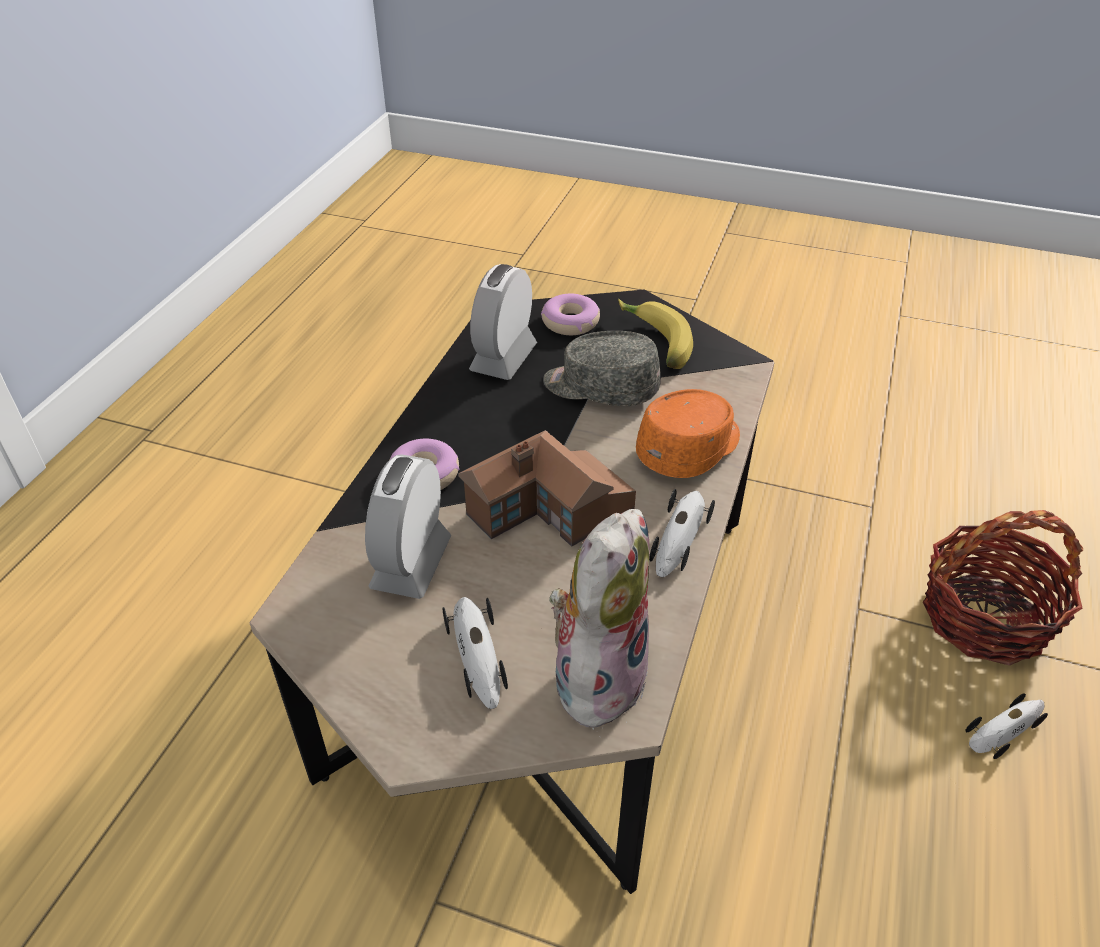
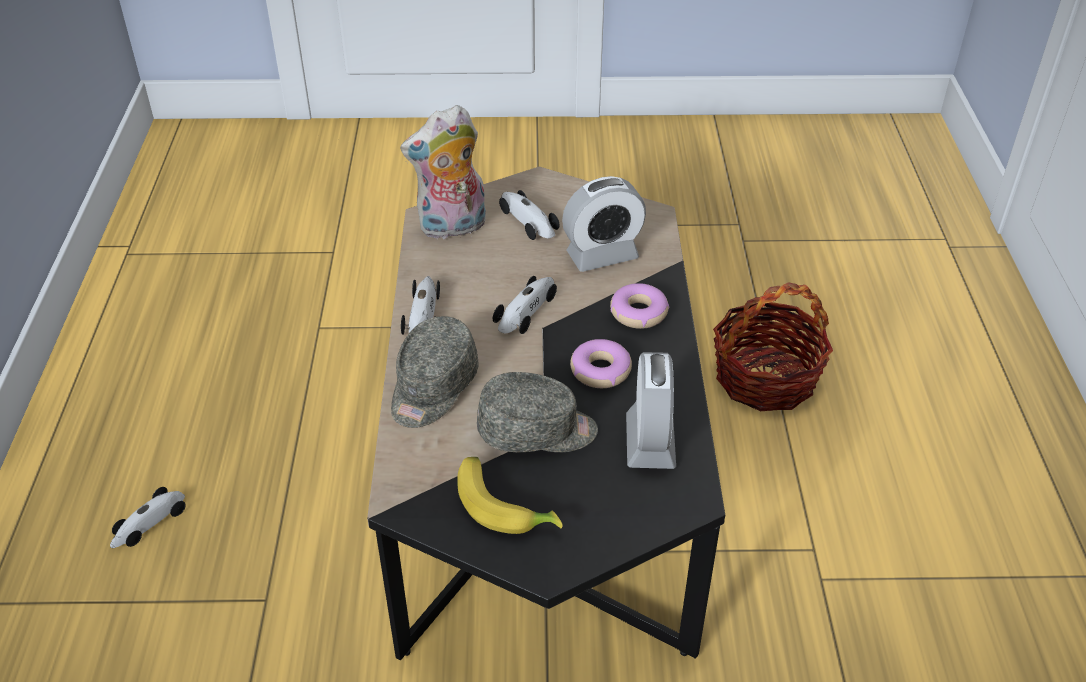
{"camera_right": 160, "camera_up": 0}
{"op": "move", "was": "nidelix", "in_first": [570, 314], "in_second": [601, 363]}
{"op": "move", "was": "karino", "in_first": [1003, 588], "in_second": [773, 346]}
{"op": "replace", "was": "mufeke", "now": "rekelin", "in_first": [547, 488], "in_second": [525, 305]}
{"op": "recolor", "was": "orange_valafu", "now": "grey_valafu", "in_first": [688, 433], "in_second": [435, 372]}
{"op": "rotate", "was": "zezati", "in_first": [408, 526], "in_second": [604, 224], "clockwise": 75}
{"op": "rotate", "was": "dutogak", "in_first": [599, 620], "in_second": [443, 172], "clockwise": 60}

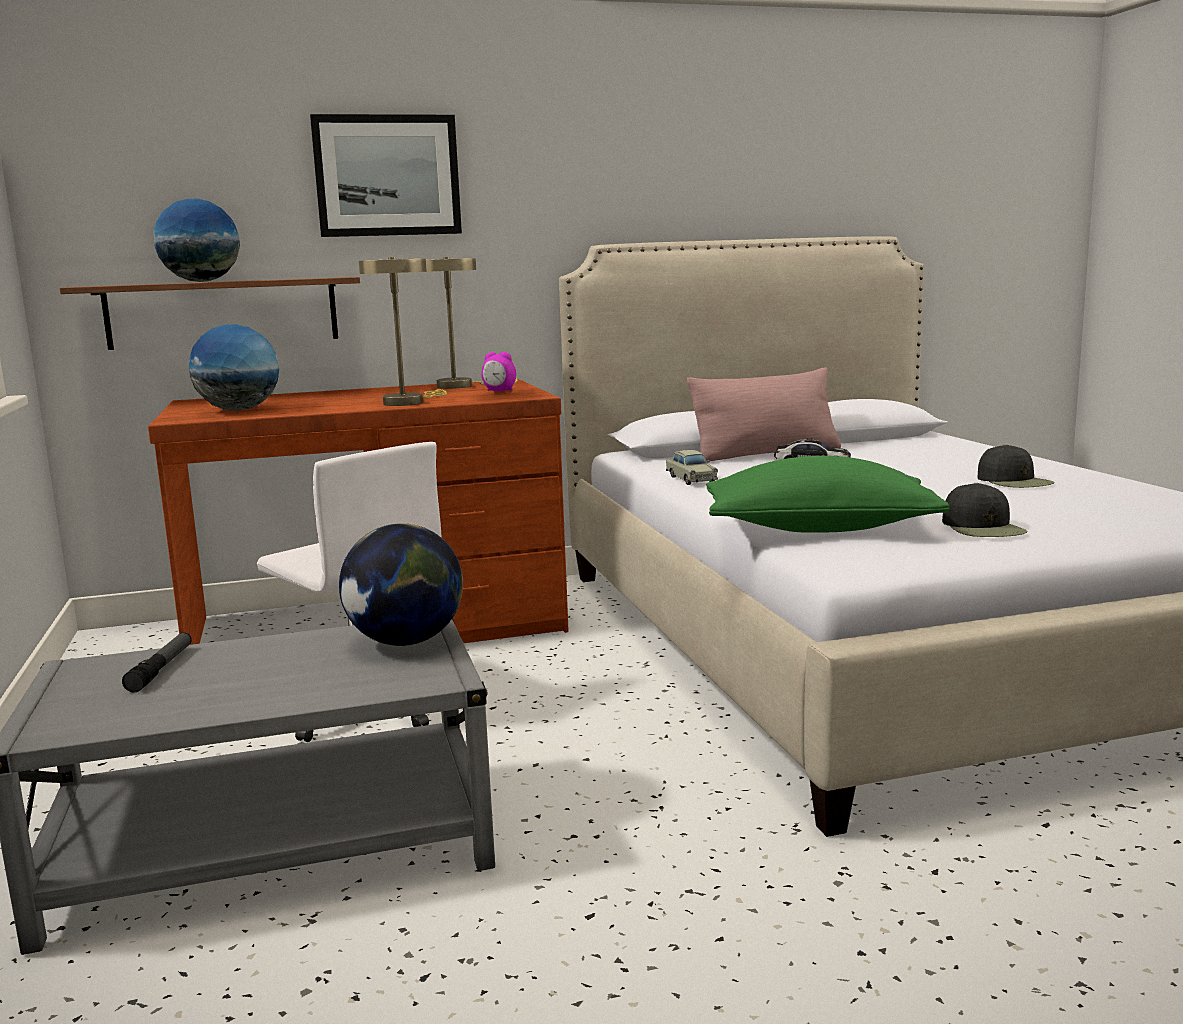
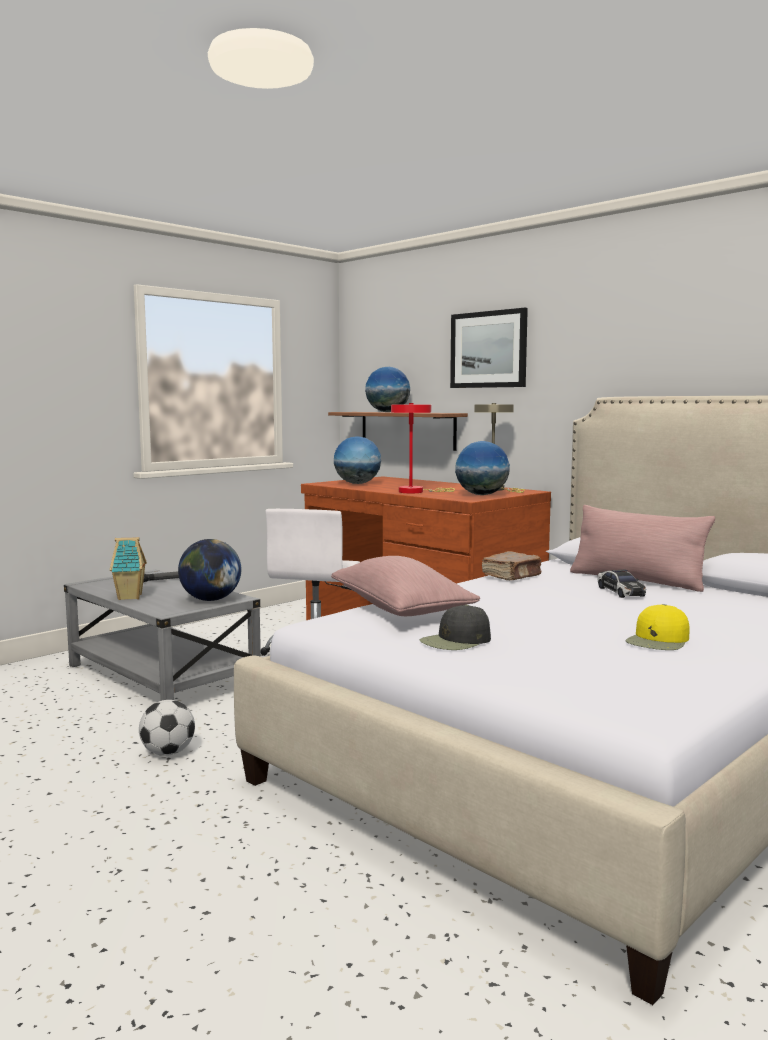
{"camera_right": 60, "camera_up": -5}
{"op": "insert", "now": "mufeke", "in_second": [128, 568]}
{"op": "insert", "now": "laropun", "in_second": [167, 728]}
{"op": "replace", "was": "zezati", "now": "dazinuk", "in_first": [498, 372], "in_second": [482, 468]}
{"op": "replace", "was": "beige_rekelin", "now": "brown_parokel", "in_first": [692, 467], "in_second": [512, 565]}
{"op": "recolor", "was": "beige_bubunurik", "now": "red_bubunurik", "in_first": [403, 331], "in_second": [423, 448]}
{"op": "recolor", "was": "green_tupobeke", "now": "pink_tupobeke", "in_first": [827, 494], "in_second": [405, 586]}
{"op": "recolor", "was": "black_valafu", "now": "yellow_valafu", "in_first": [1016, 466], "in_second": [658, 627]}

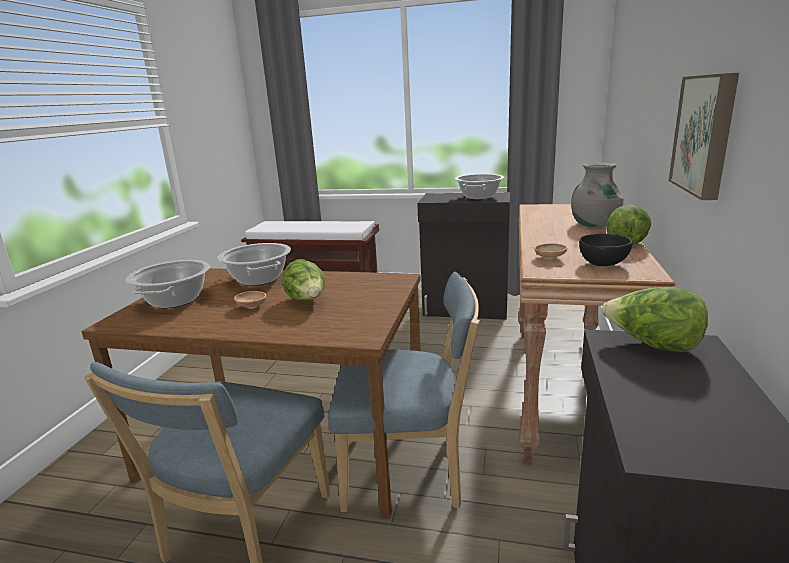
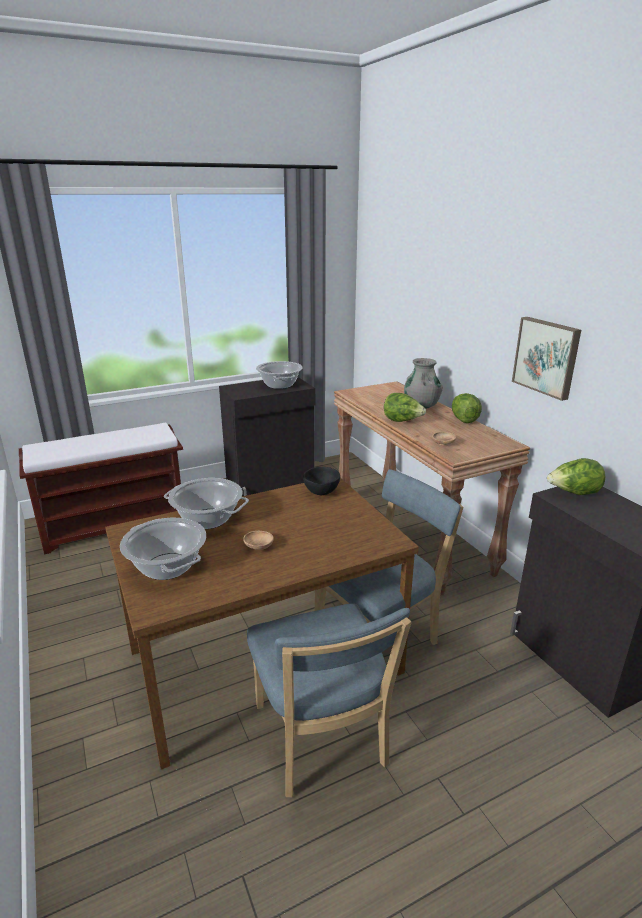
{"camera_right": -40, "camera_up": 5}
{"op": "move", "was": "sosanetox", "in_first": [303, 280], "in_second": [405, 407]}
{"op": "move", "was": "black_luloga", "in_first": [605, 249], "in_second": [321, 481]}

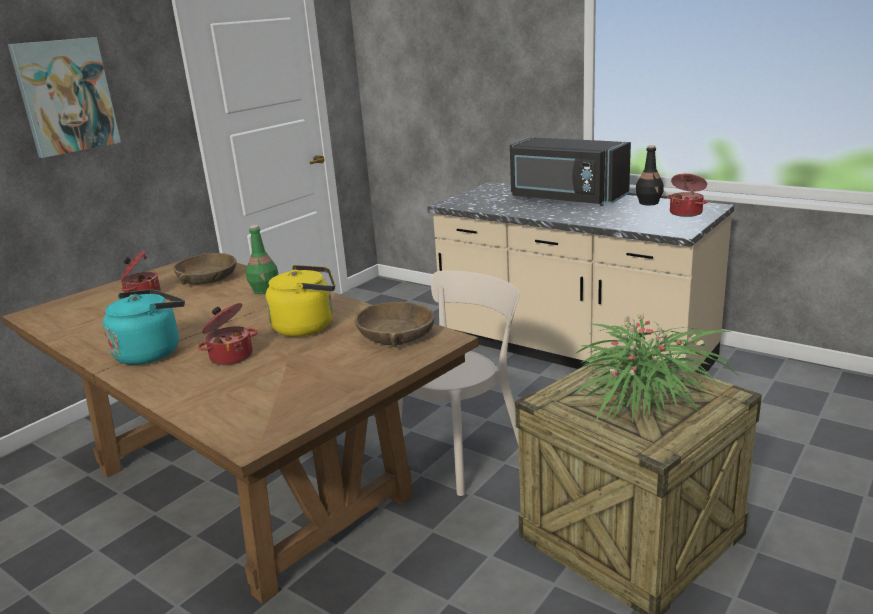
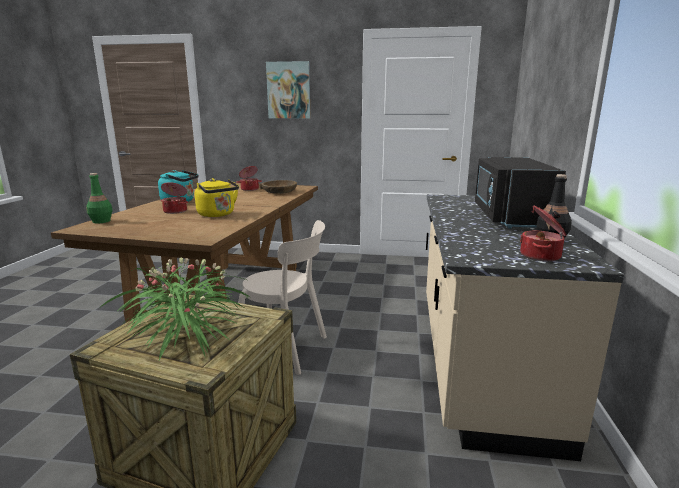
{"camera_right": 60, "camera_up": -5}
{"op": "delete", "was": "brown_luloga", "in_first": [395, 324]}
{"op": "move", "was": "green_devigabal", "in_first": [262, 259], "in_second": [99, 198]}

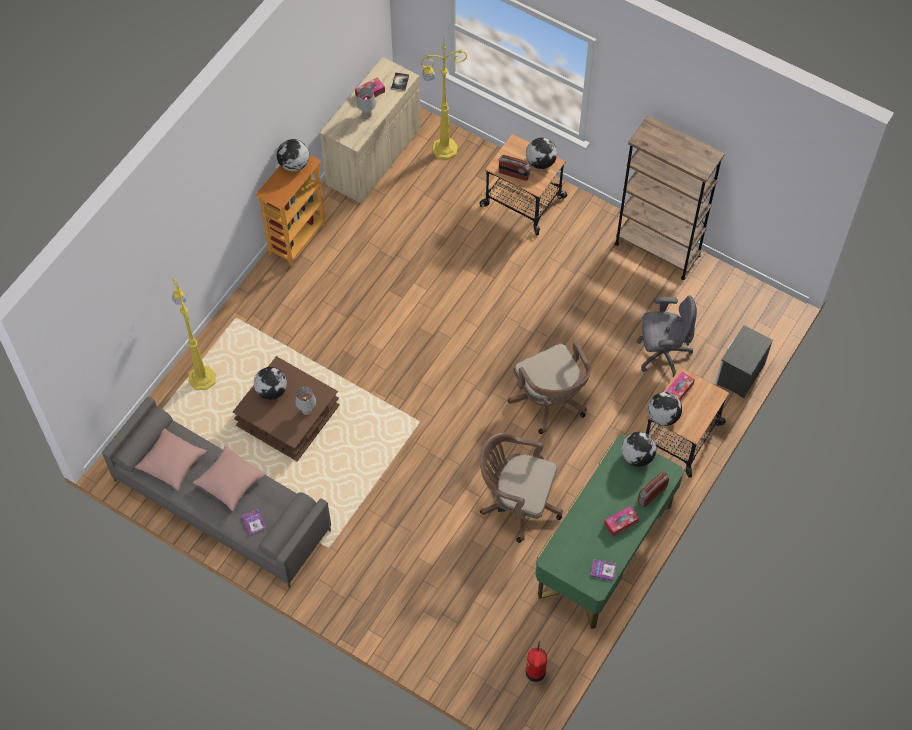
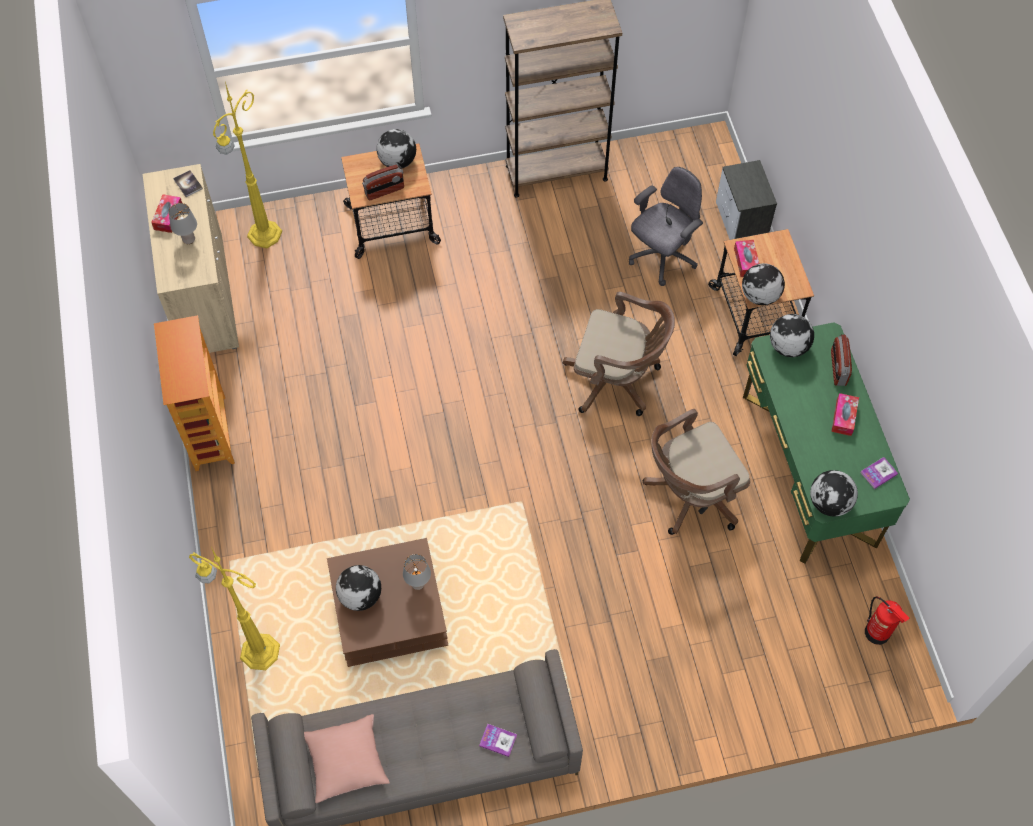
{"camera_right": -45, "camera_up": 0}
{"op": "delete", "was": "pink_tupobeke", "in_first": [229, 478]}
{"op": "move", "was": "dazinuk", "in_first": [293, 155], "in_second": [834, 493]}

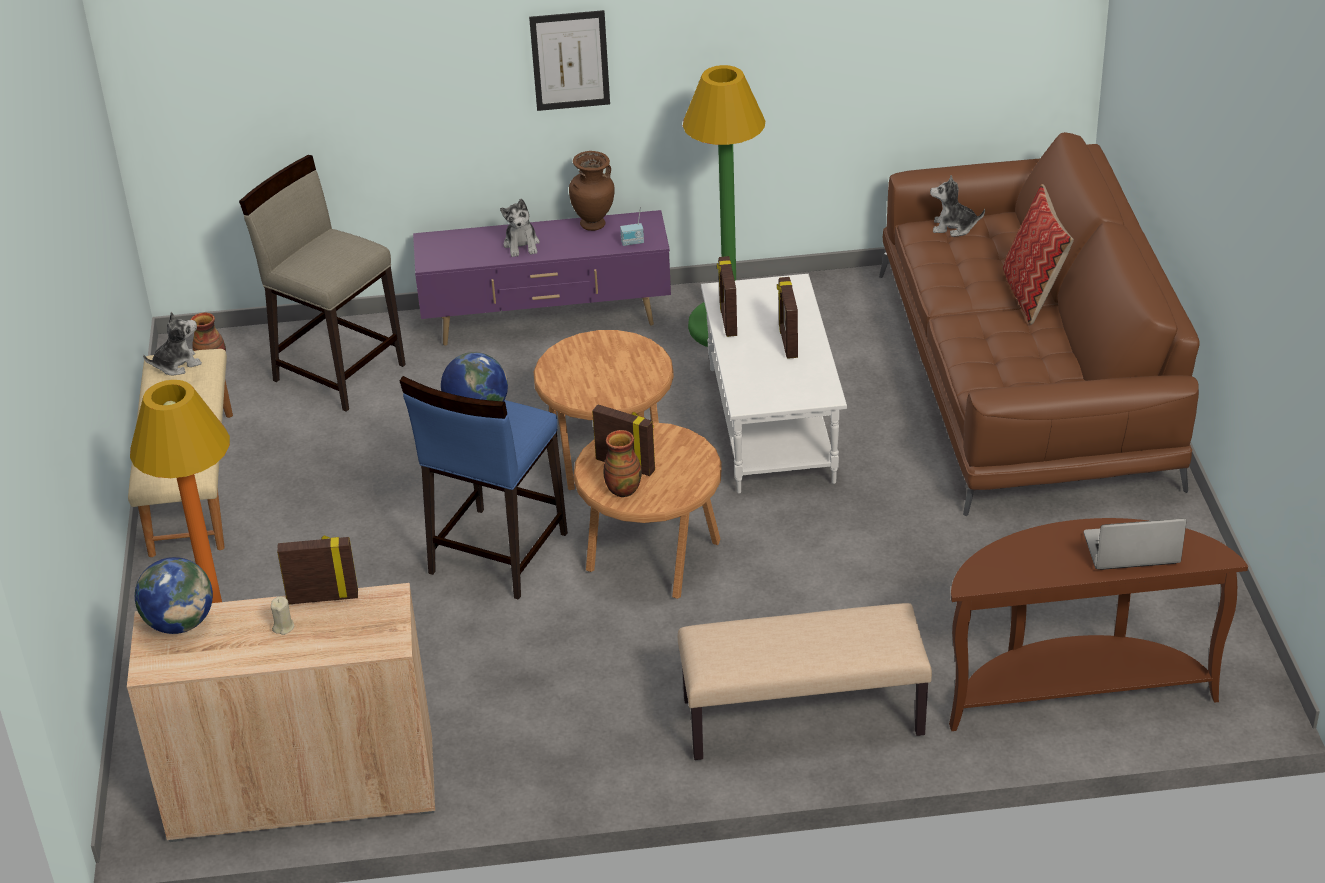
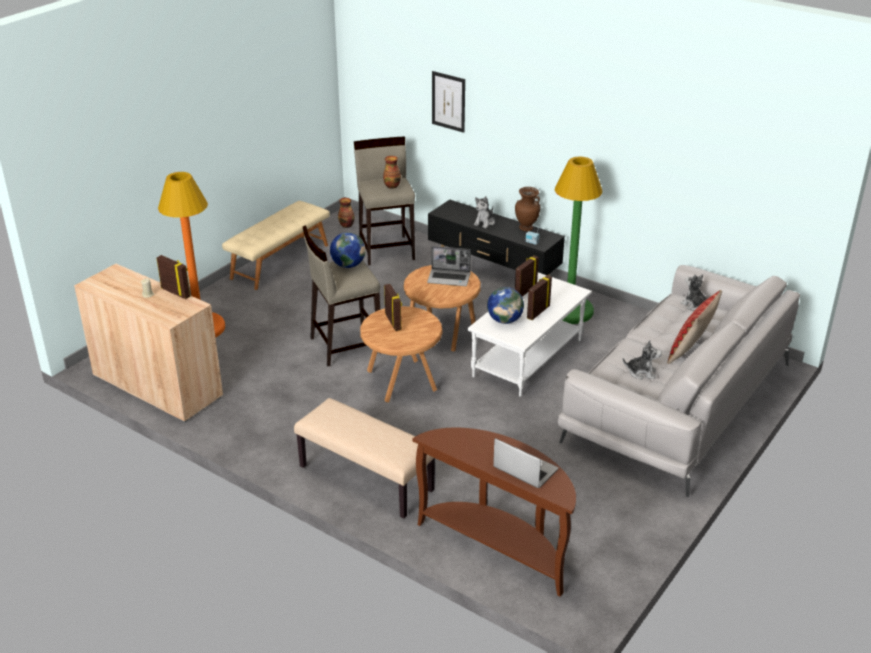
{"camera_right": 40, "camera_up": -5}
{"op": "insert", "now": "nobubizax", "in_second": [449, 266]}
{"op": "move", "was": "dazinuk", "in_first": [174, 595], "in_second": [505, 305]}
{"op": "move", "was": "dutogak", "in_first": [172, 343], "in_second": [642, 360]}
{"op": "move", "was": "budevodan", "in_first": [569, 60], "in_second": [448, 102]}
{"op": "move", "was": "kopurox", "in_first": [623, 463], "in_second": [392, 172]}
{"op": "recolor", "was": "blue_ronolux", "now": "beige_ronolux", "in_first": [484, 488], "in_second": [342, 296]}
{"op": "recolor", "was": "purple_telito", "now": "black_telito", "in_first": [542, 278], "in_second": [496, 238]}
{"op": "recolor", "was": "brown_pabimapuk", "now": "grey_pabimapuk", "in_first": [1039, 324], "in_second": [679, 381]}

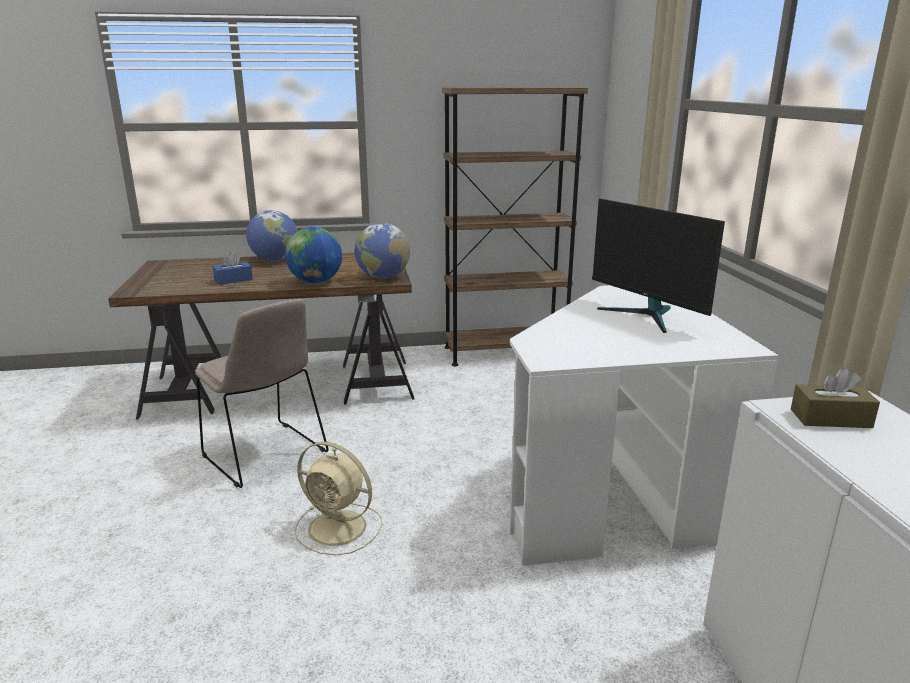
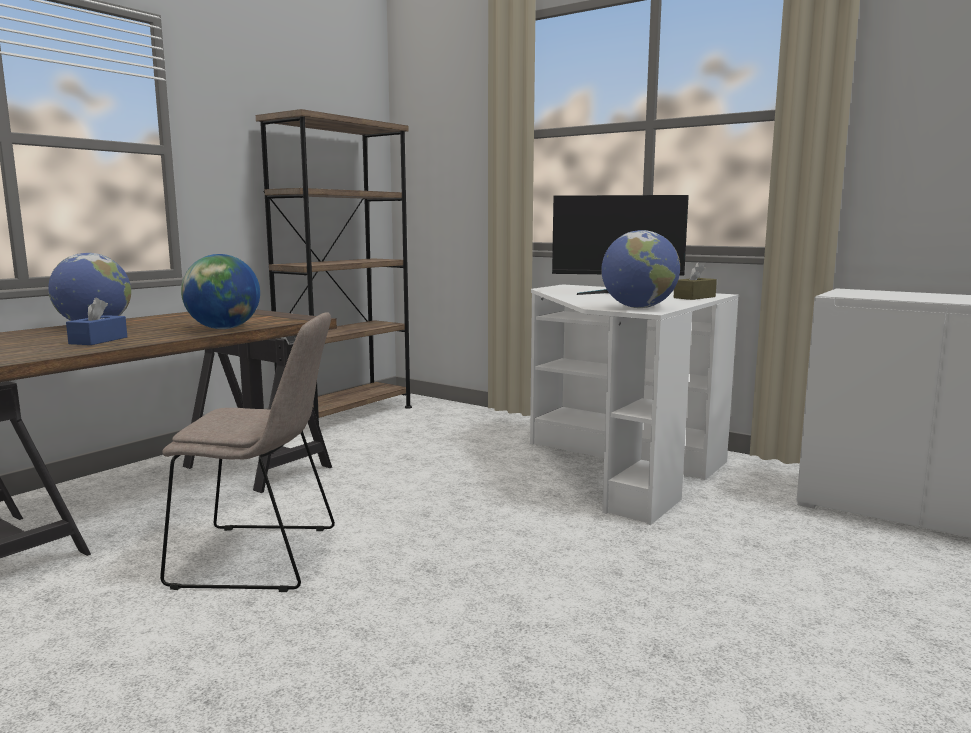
{"camera_right": -45, "camera_up": -10}
{"op": "delete", "was": "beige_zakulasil", "in_first": [338, 498]}
{"op": "move", "was": "dazinuk", "in_first": [382, 251], "in_second": [640, 269]}
{"op": "move", "was": "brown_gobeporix", "in_first": [835, 398], "in_second": [695, 281]}

